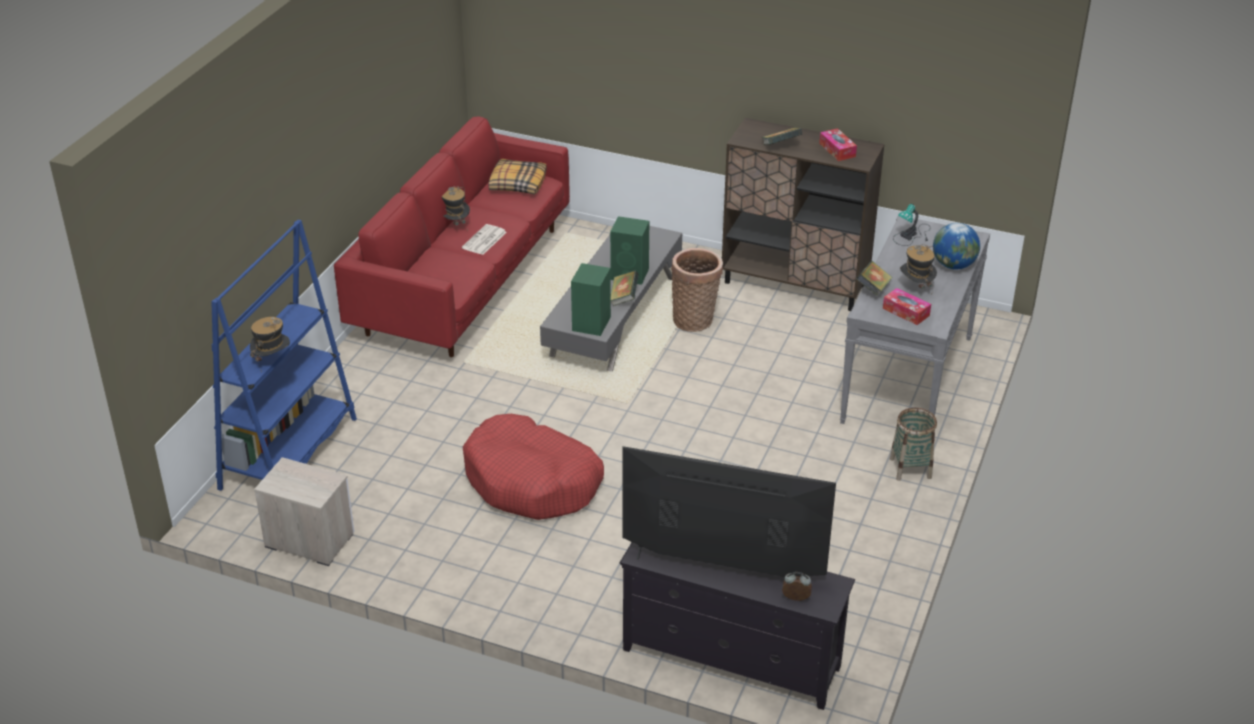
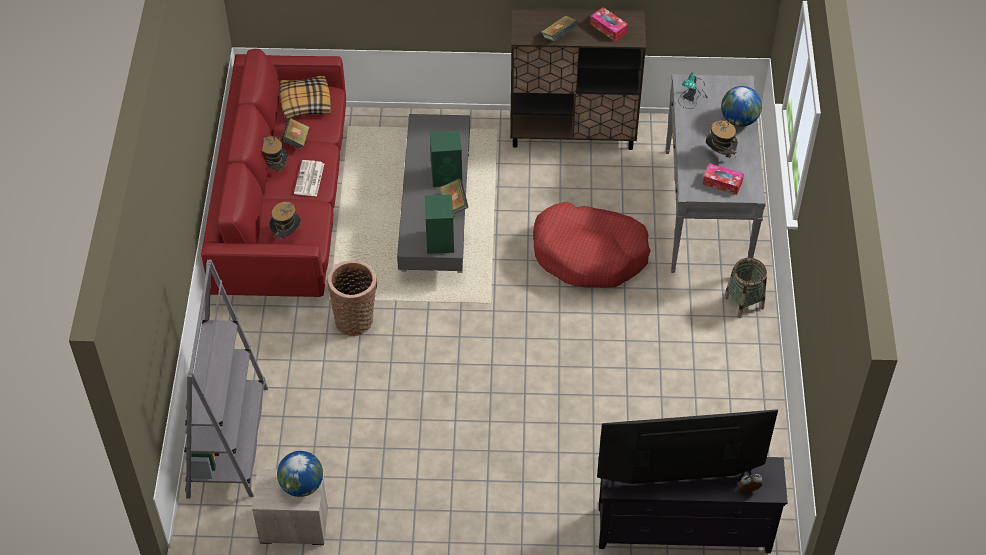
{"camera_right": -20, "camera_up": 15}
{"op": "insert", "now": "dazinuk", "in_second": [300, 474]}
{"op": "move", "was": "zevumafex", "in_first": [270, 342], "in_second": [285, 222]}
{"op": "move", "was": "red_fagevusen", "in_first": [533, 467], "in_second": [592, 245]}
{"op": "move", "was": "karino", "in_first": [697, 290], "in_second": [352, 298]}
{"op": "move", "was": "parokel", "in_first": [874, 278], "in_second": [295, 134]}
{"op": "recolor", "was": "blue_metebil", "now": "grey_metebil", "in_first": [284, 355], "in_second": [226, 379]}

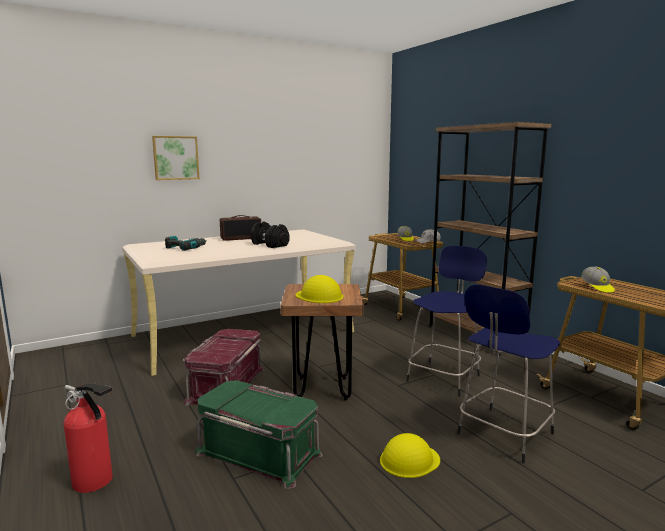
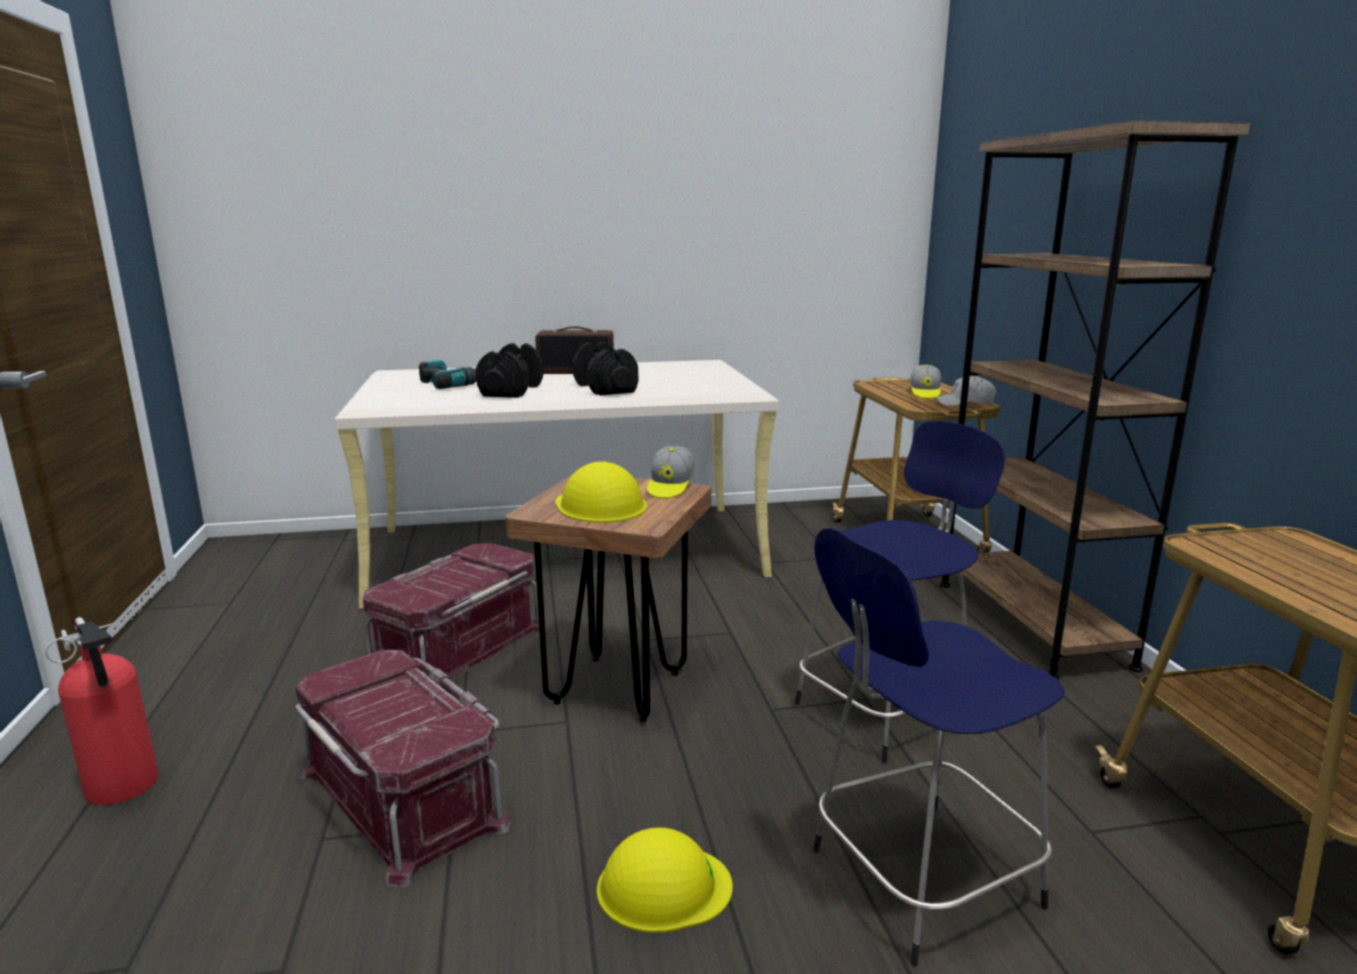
{"camera_right": 20, "camera_up": 5}
{"op": "delete", "was": "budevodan", "in_first": [175, 158]}
{"op": "insert", "now": "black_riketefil", "in_second": [509, 370]}
{"op": "move", "was": "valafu", "in_first": [598, 280], "in_second": [671, 472]}
{"op": "recolor", "was": "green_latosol", "now": "red_latosol", "in_first": [259, 434], "in_second": [403, 768]}

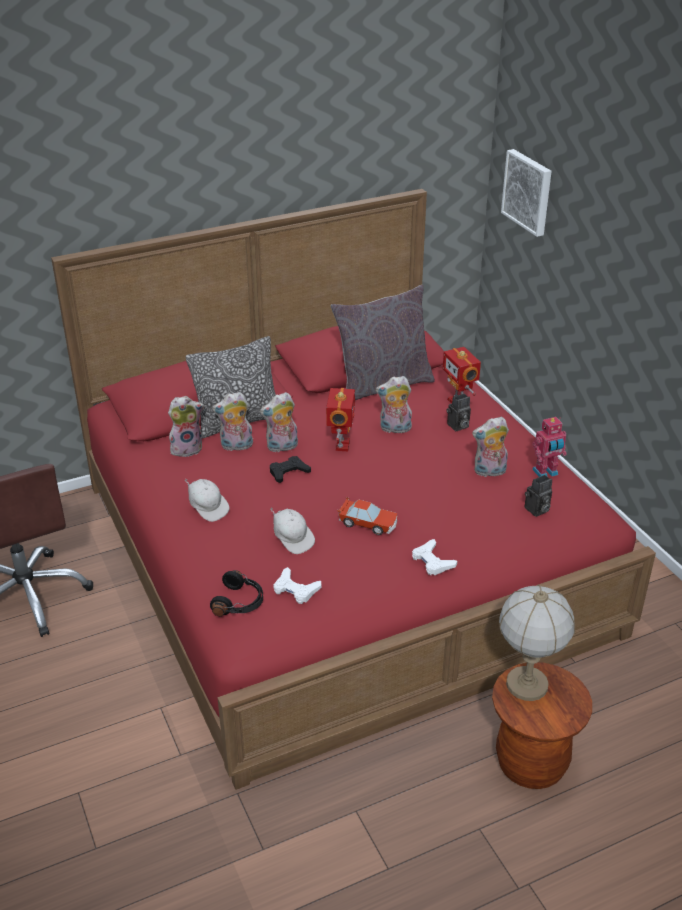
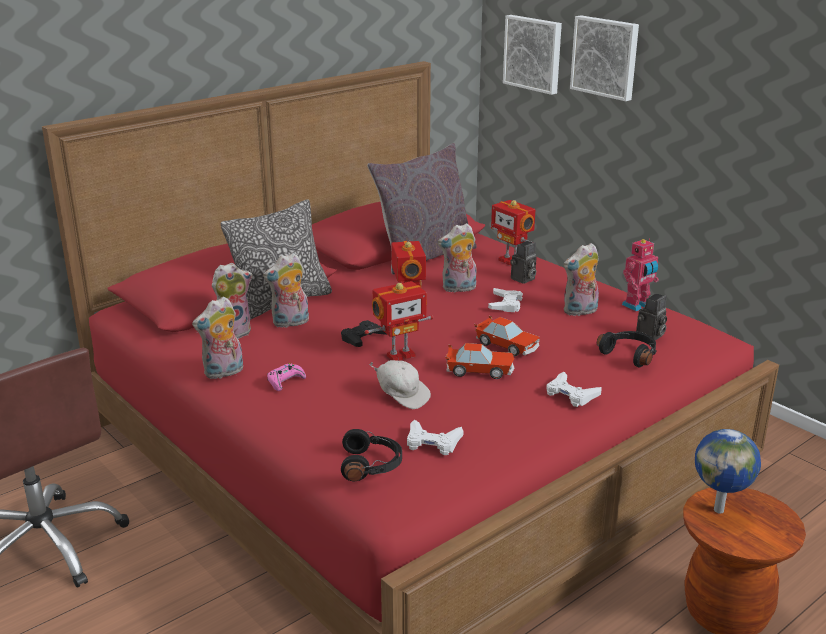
{"camera_right": -15, "camera_up": -10}
{"op": "insert", "now": "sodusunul", "in_second": [399, 321]}
{"op": "insert", "now": "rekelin", "in_second": [507, 336]}
{"op": "insert", "now": "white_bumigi", "in_second": [505, 300]}
{"op": "insert", "now": "budevodan", "in_second": [604, 58]}
{"op": "insert", "now": "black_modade", "in_second": [627, 349]}
{"op": "move", "was": "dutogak", "in_first": [279, 422], "in_second": [217, 338]}
{"op": "replace", "was": "white_valafu", "now": "pink_bumigi", "in_first": [207, 500], "in_second": [286, 377]}
{"op": "replace", "was": "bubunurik", "now": "dazinuk", "in_first": [537, 643], "in_second": [728, 471]}

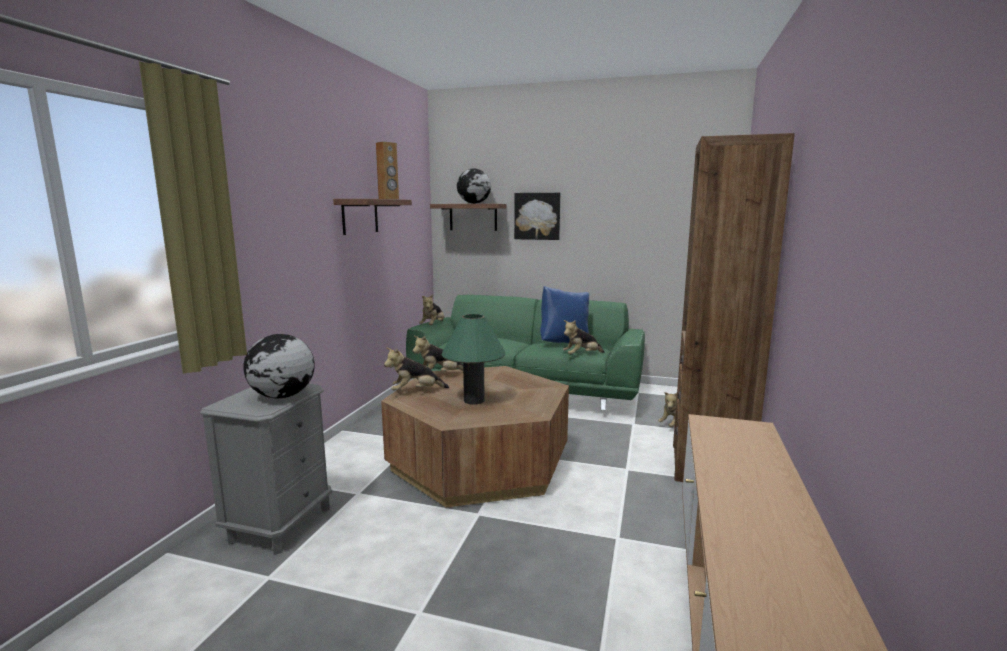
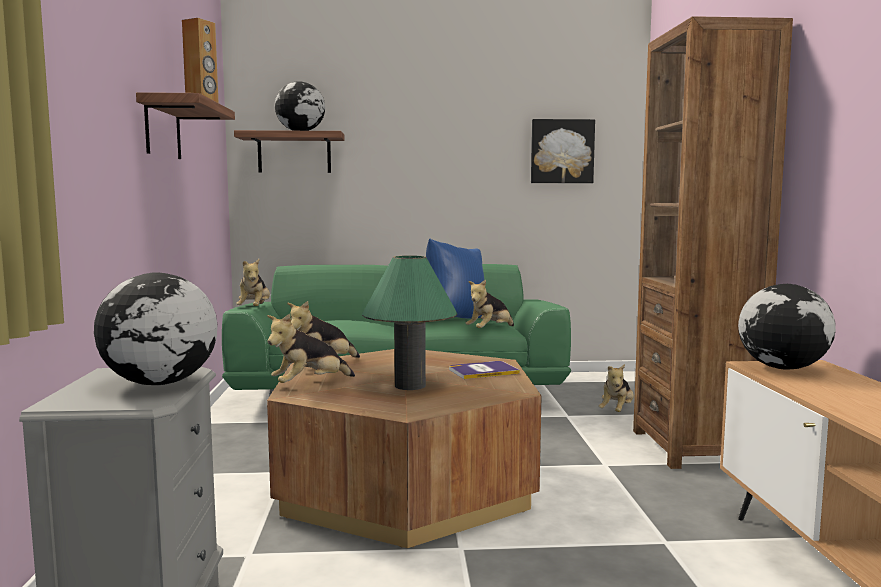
{"camera_right": -20, "camera_up": -5}
{"op": "insert", "now": "parokel", "in_second": [484, 370]}
{"op": "insert", "now": "dazinuk", "in_second": [787, 327]}
{"op": "move", "was": "budevodan", "in_first": [537, 216], "in_second": [563, 151]}

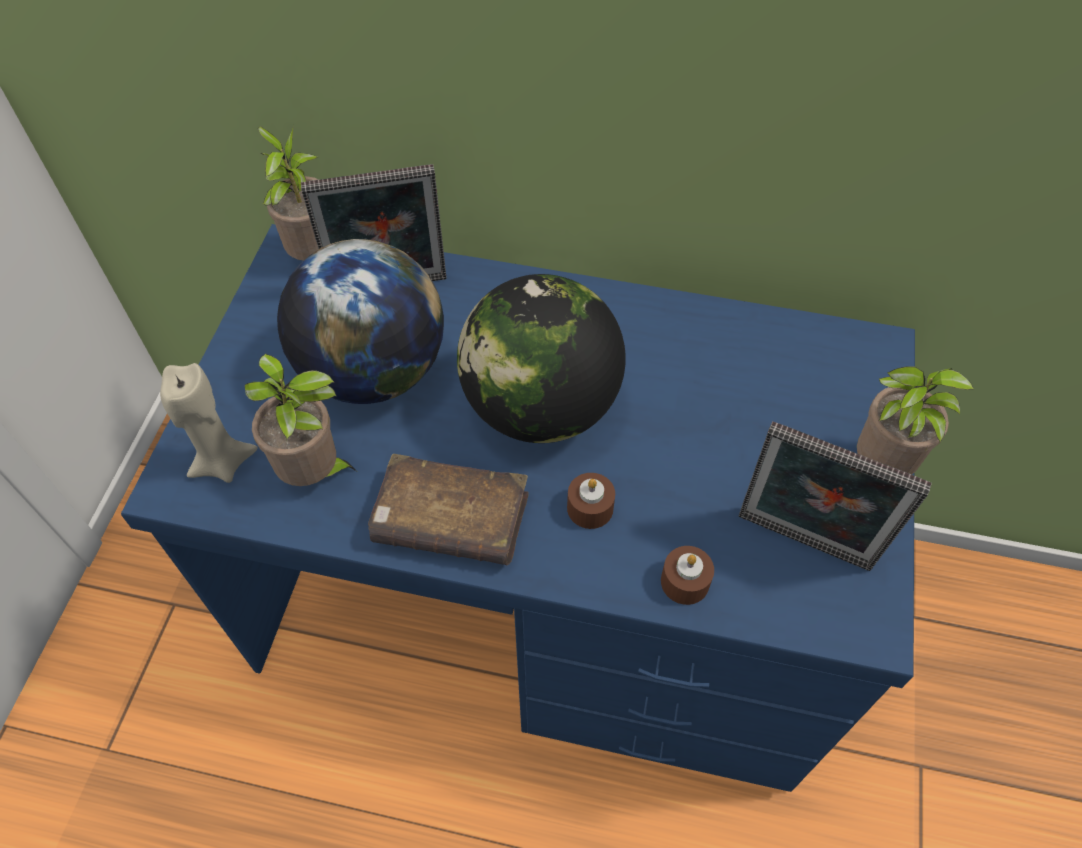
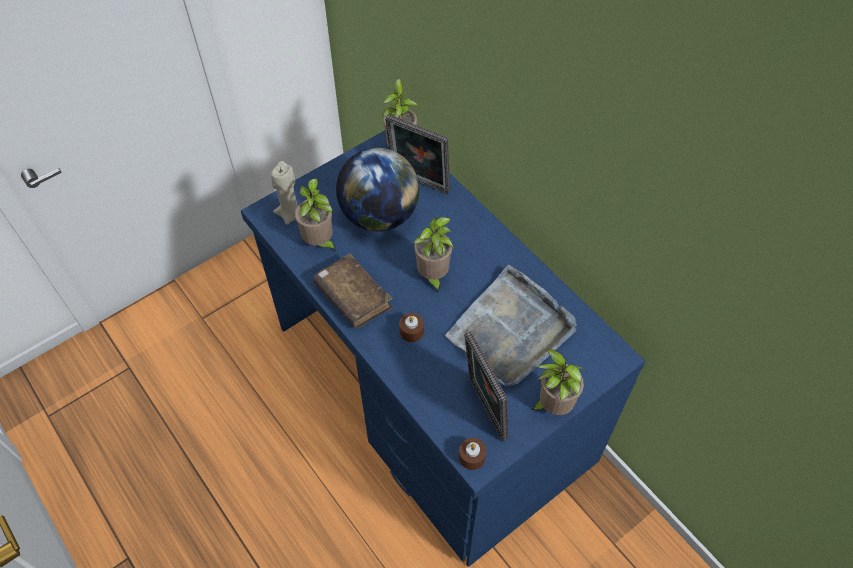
{"camera_right": 40, "camera_up": 0}
{"op": "insert", "now": "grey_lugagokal", "in_second": [511, 325]}
{"op": "move", "was": "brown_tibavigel", "in_first": [687, 575], "in_second": [472, 454]}
{"op": "replace", "was": "dazinuk", "now": "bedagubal", "in_first": [541, 358], "in_second": [433, 255]}

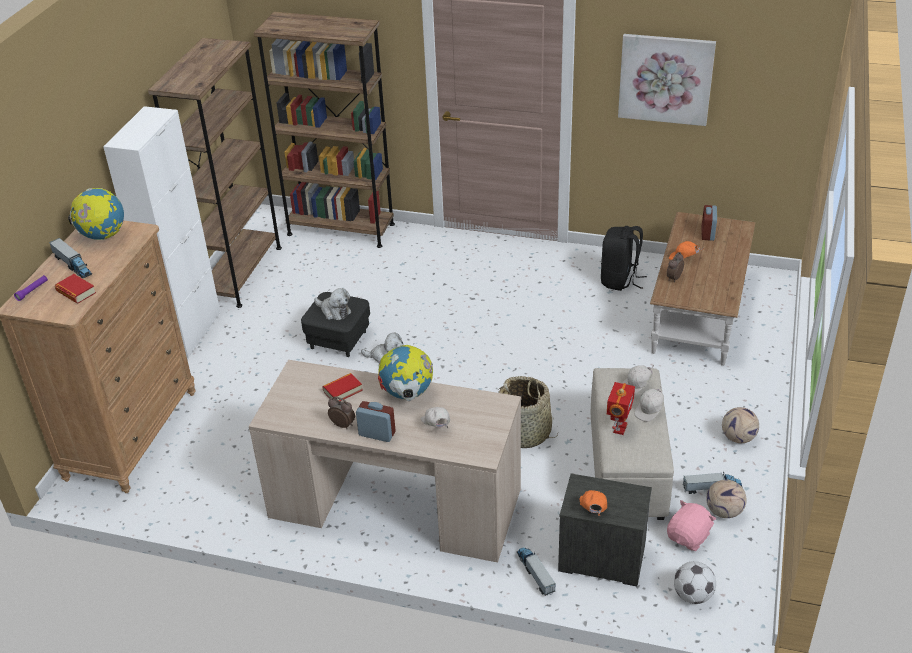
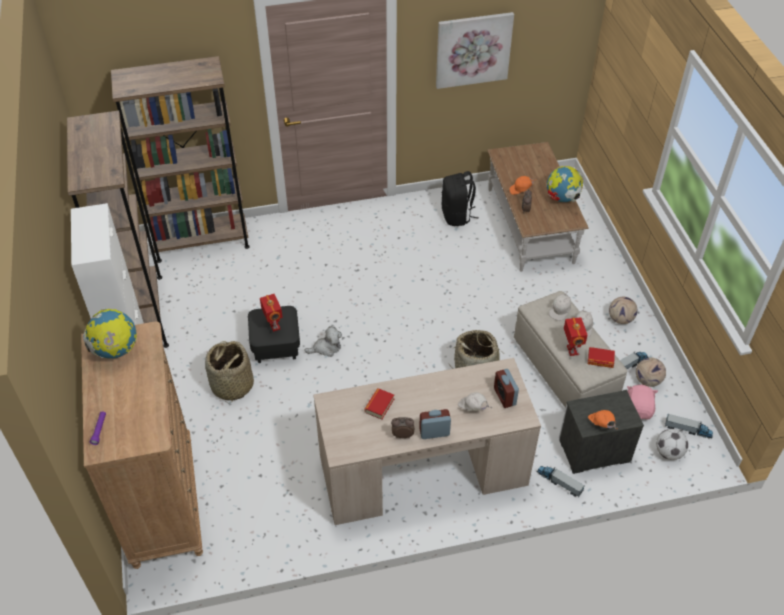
{"camera_right": -30, "camera_up": 10}
{"op": "insert", "now": "karino", "in_second": [229, 372]}
{"op": "move", "was": "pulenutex", "in_first": [70, 258], "in_second": [689, 426]}
{"op": "move", "was": "parokel", "in_first": [75, 288], "in_second": [601, 357]}
{"op": "move", "was": "dazinuk", "in_first": [405, 373], "in_second": [565, 184]}
{"op": "move", "was": "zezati", "in_first": [709, 223], "in_second": [506, 388]}
{"op": "replace", "was": "dutogak", "now": "sodusunul", "in_first": [332, 304], "in_second": [271, 313]}

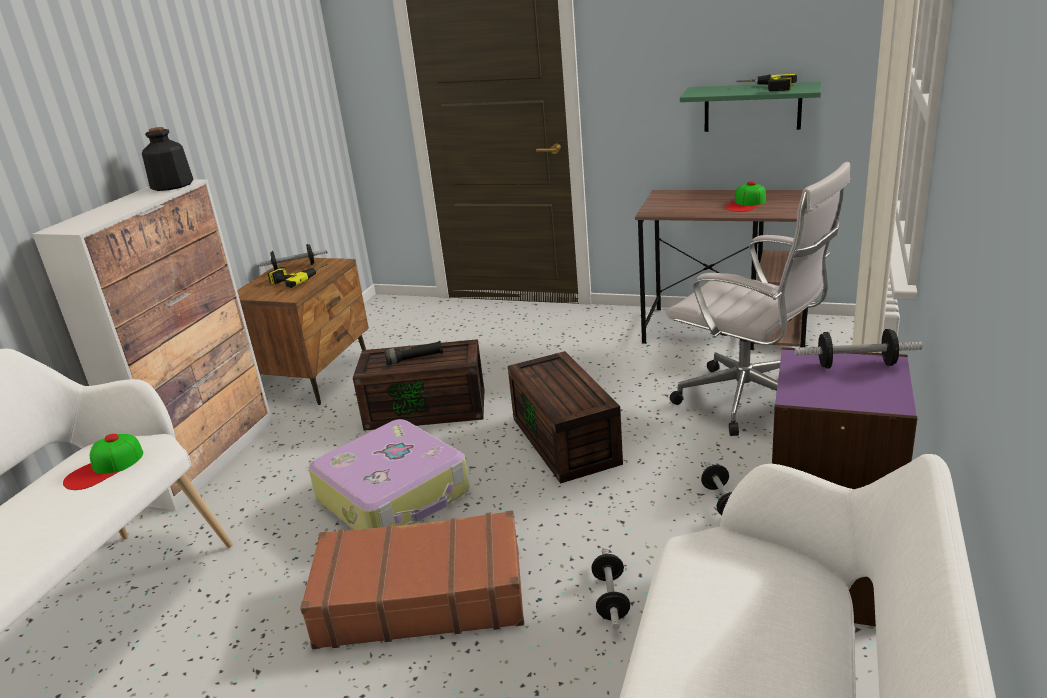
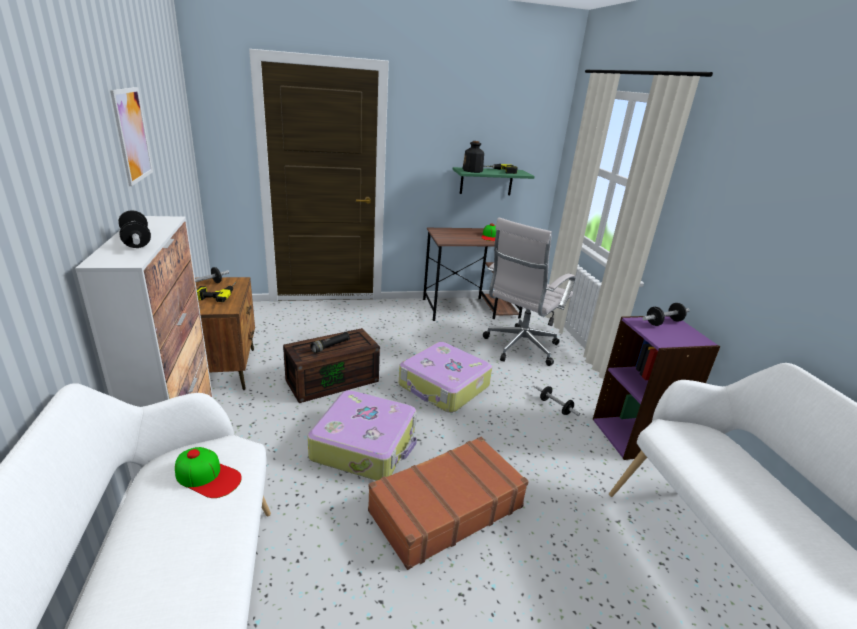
{"camera_right": -35, "camera_up": 0}
{"op": "insert", "now": "budevodan", "in_second": [131, 136]}
{"op": "move", "was": "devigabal", "in_first": [167, 159], "in_second": [473, 157]}
{"op": "move", "was": "riketefil", "in_first": [610, 589], "in_second": [134, 229]}
{"op": "replace", "was": "brown_latosol", "now": "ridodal", "in_first": [565, 417], "in_second": [445, 377]}
{"op": "rotate", "was": "valafu", "in_first": [103, 462], "in_second": [208, 472], "clockwise": -75}
{"op": "rotate", "was": "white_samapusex", "in_first": [758, 299], "in_second": [529, 292], "clockwise": 120}

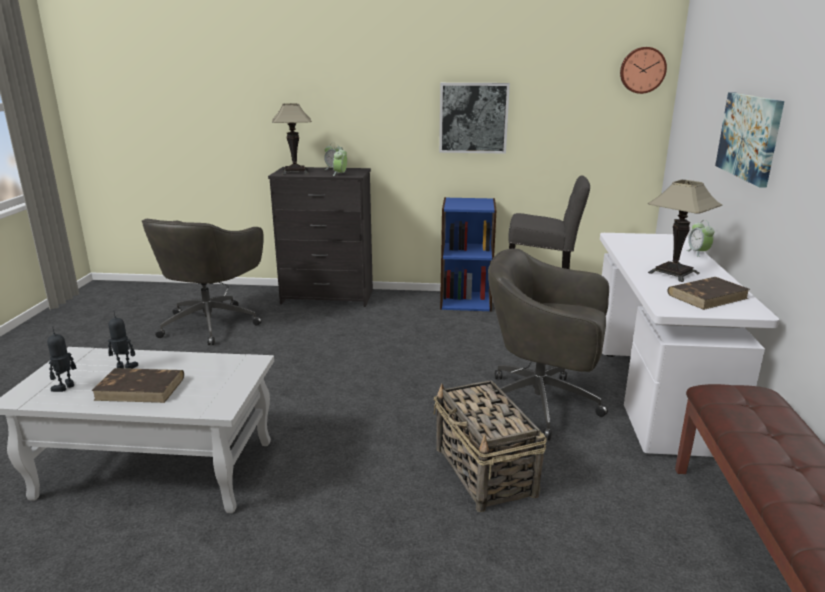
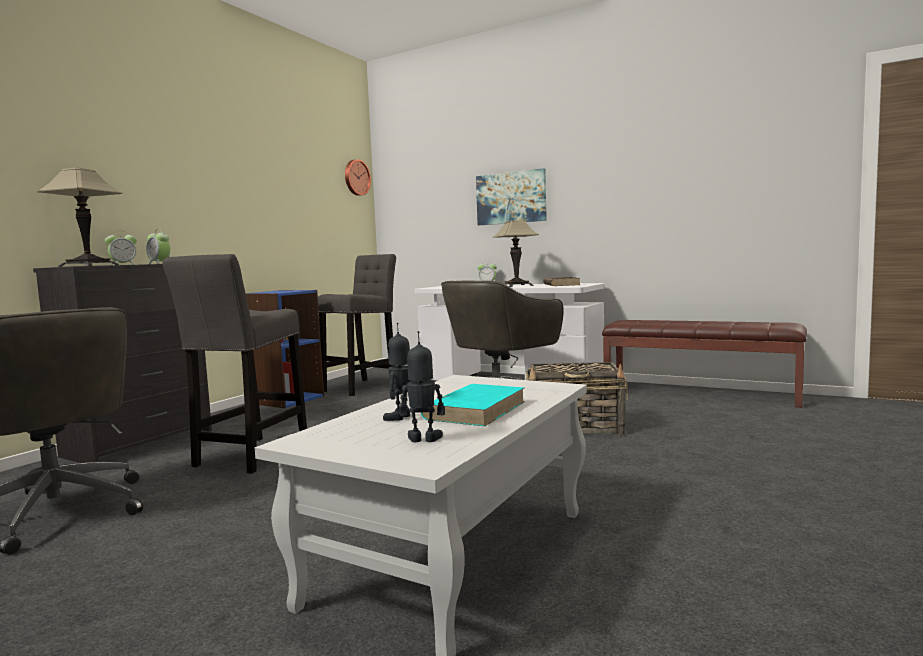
{"camera_right": -65, "camera_up": -15}
{"op": "delete", "was": "budevodan", "in_first": [474, 118]}
{"op": "insert", "now": "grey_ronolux", "in_second": [234, 364]}
{"op": "recolor", "was": "brown_parokel", "now": "turquoise_parokel", "in_first": [137, 385], "in_second": [473, 405]}
{"op": "rotate", "was": "sodusunul", "in_first": [62, 359], "in_second": [422, 386], "clockwise": 135}

